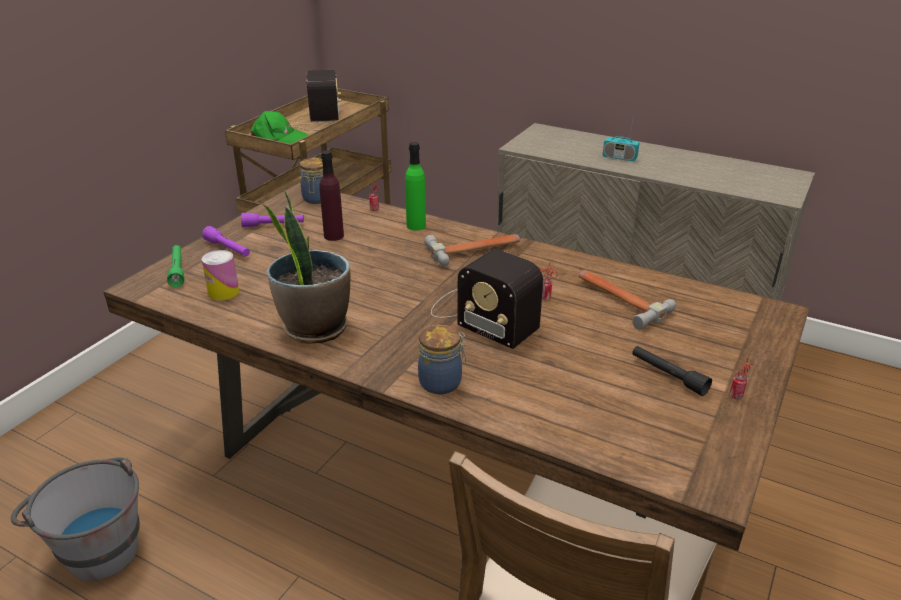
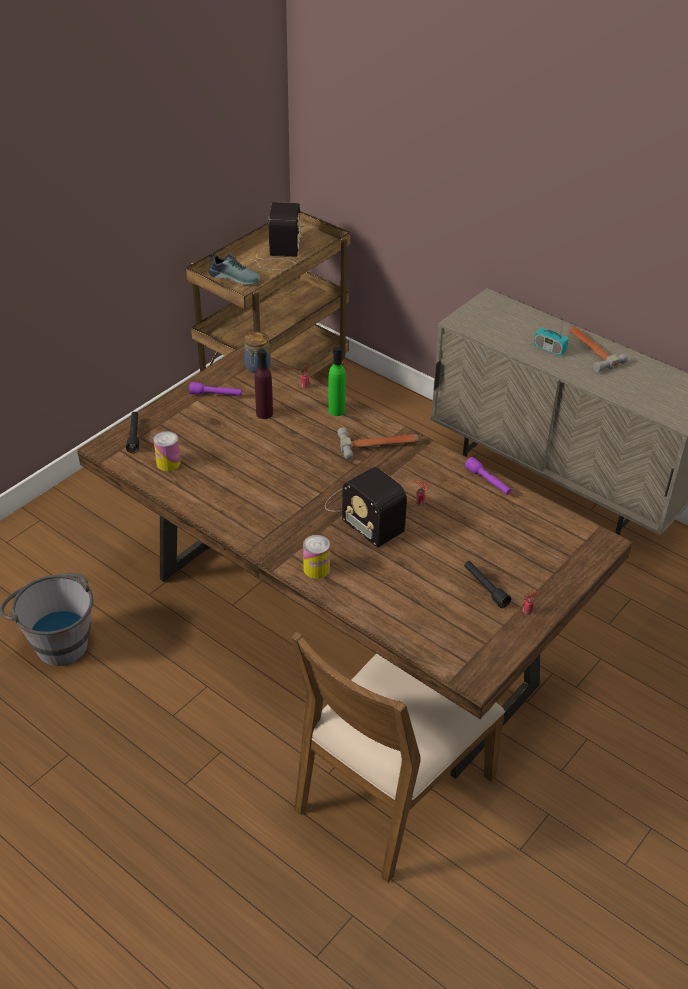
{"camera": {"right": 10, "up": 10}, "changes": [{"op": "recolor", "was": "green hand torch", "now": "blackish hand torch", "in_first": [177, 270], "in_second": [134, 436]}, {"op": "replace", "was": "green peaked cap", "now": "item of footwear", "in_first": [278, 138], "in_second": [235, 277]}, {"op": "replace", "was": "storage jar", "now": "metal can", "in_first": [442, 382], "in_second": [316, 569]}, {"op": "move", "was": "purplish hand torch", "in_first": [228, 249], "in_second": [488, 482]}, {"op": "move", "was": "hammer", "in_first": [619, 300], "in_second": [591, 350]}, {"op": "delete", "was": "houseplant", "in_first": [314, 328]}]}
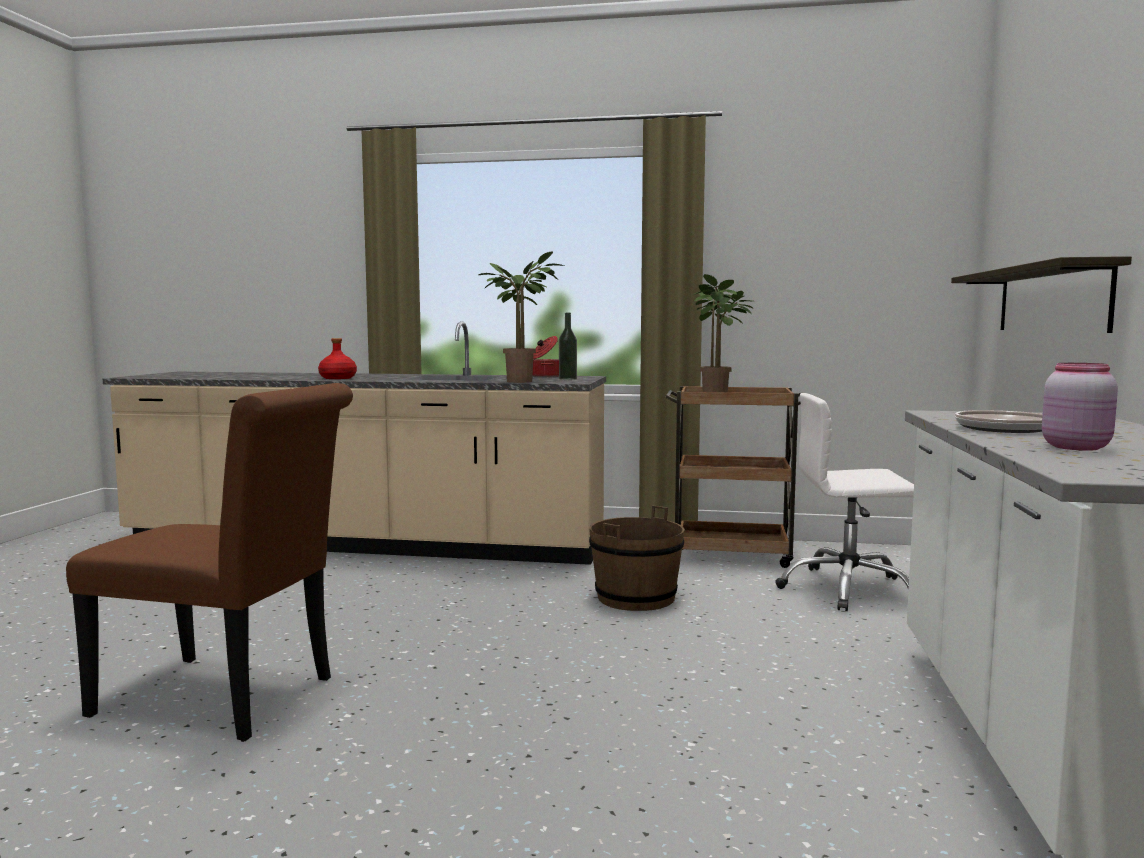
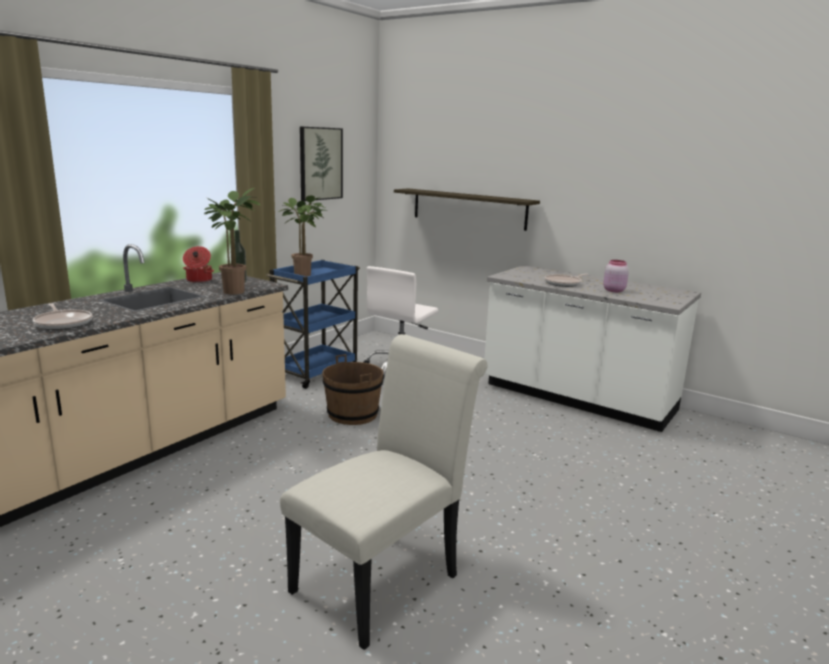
{"camera": {"right": -65, "up": 10}, "changes": [{"op": "replace", "was": "reddish beverage bottle", "now": "frying pan", "in_first": [338, 378], "in_second": [63, 323]}, {"op": "recolor", "was": "brownish wheeled cart", "now": "bluish wheeled cart", "in_first": [732, 555], "in_second": [316, 371]}, {"op": "recolor", "was": "brownish upright chair", "now": "whitish upright chair", "in_first": [228, 699], "in_second": [383, 578]}, {"op": "insert", "now": "wall art", "in_second": [320, 163]}]}
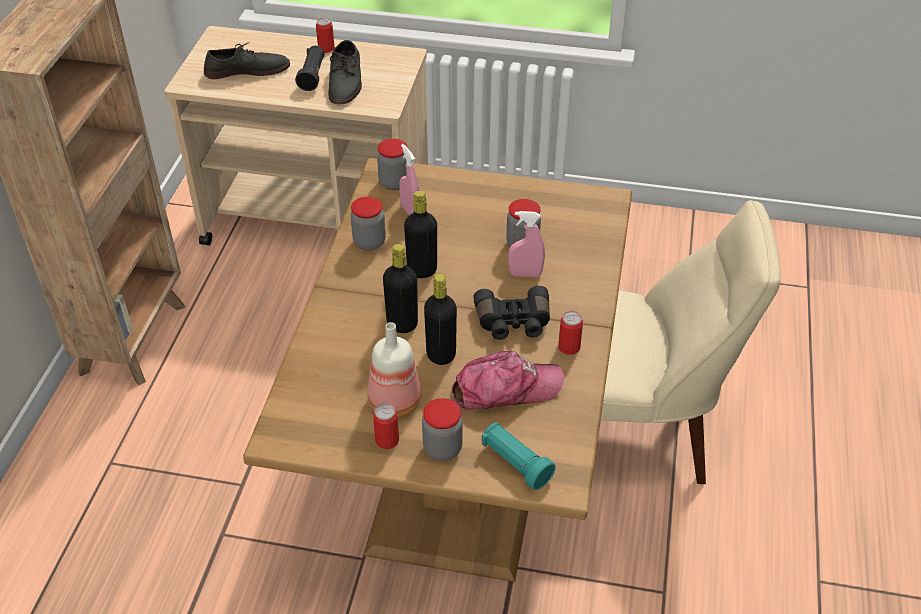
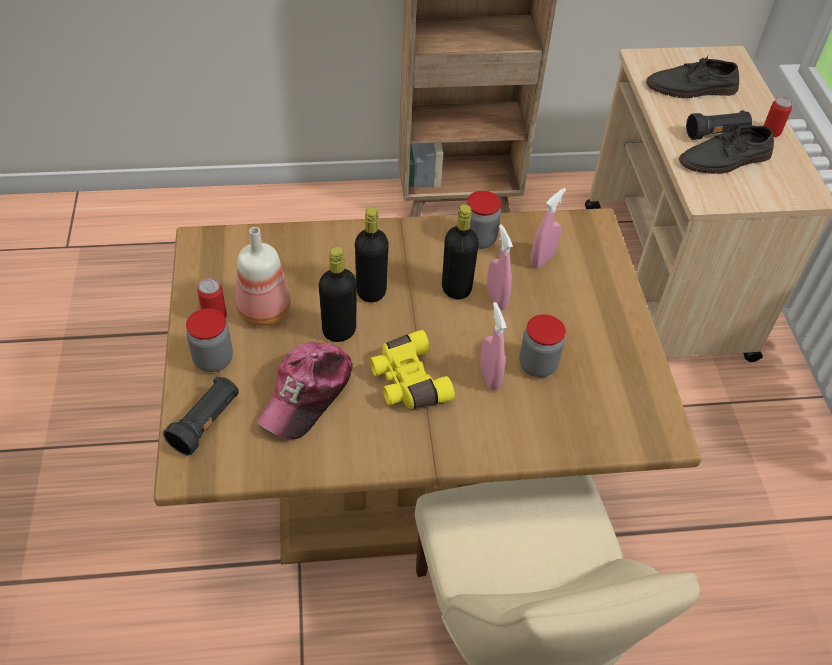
{"camera": {"right": 70, "up": 5}, "changes": [{"op": "recolor", "was": "turquoise-coloured hand torch", "now": "blackish hand torch", "in_first": [515, 463], "in_second": [206, 423]}, {"op": "rotate", "was": "peaked cap", "in_first": [506, 389], "in_second": [307, 394], "clockwise": 60}, {"op": "recolor", "was": "blackish binoculars", "now": "yellow binoculars", "in_first": [513, 323], "in_second": [407, 381]}, {"op": "insert", "now": "pink spray bottle", "in_second": [496, 299]}, {"op": "rotate", "was": "grey item of footwear", "in_first": [247, 70], "in_second": [691, 89], "clockwise": 120}, {"op": "delete", "was": "storage jar", "in_first": [394, 183]}, {"op": "delete", "was": "metal can", "in_first": [569, 347]}]}
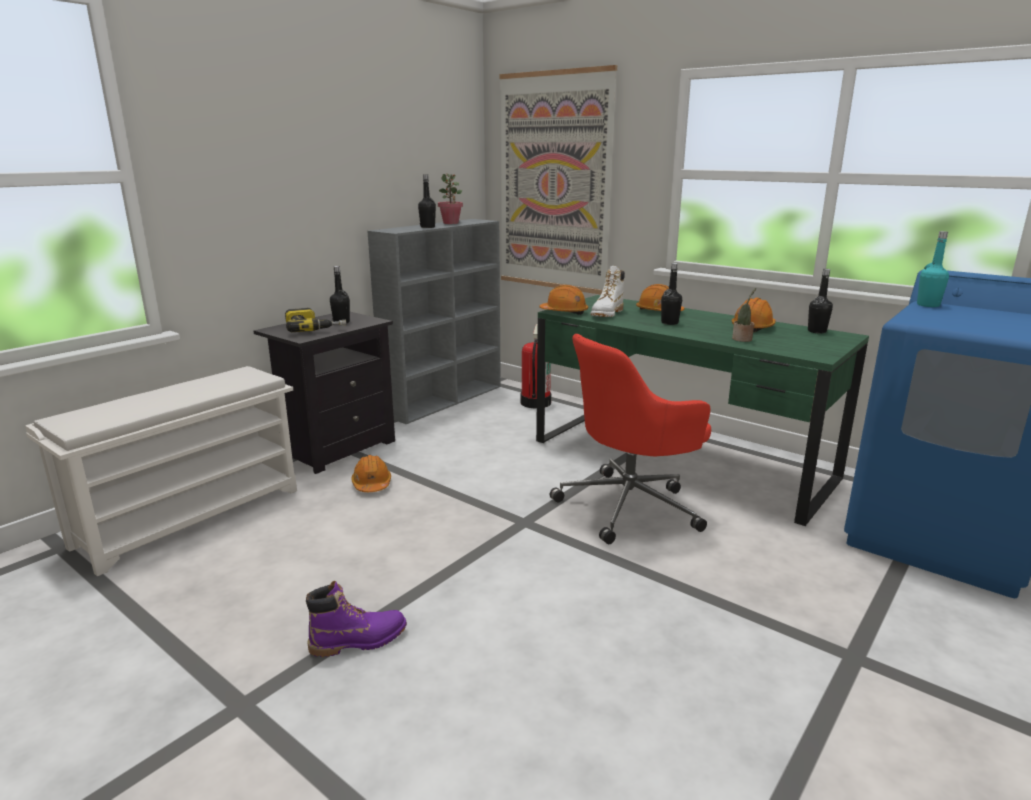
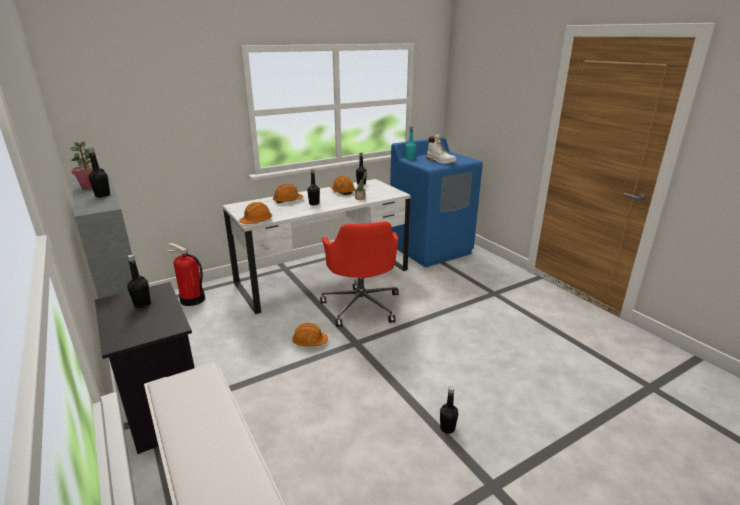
{"camera": {"right": -70, "up": 5}, "changes": [{"op": "recolor", "was": "green desk table", "now": "whitish desk table", "in_first": [679, 459], "in_second": [323, 276]}, {"op": "move", "was": "orange-coloured work helmet", "in_first": [372, 484], "in_second": [309, 341]}, {"op": "move", "was": "whitish high-top boot", "in_first": [607, 314], "in_second": [440, 161]}, {"op": "replace", "was": "purplish high-top boot", "now": "blackish beverage bottle", "in_first": [359, 640], "in_second": [447, 428]}, {"op": "delete", "was": "drill", "in_first": [314, 328]}, {"op": "delete", "was": "wall art", "in_first": [554, 183]}]}
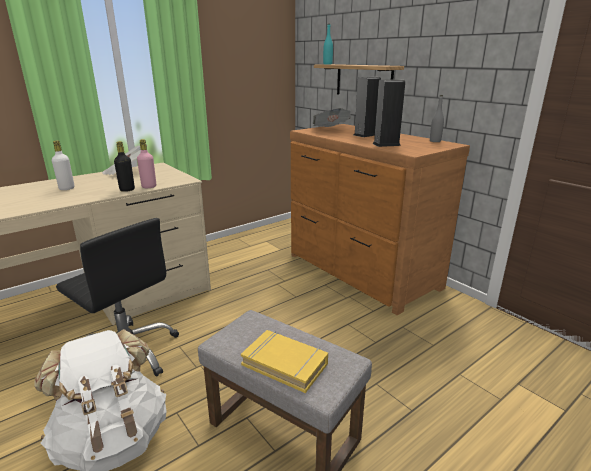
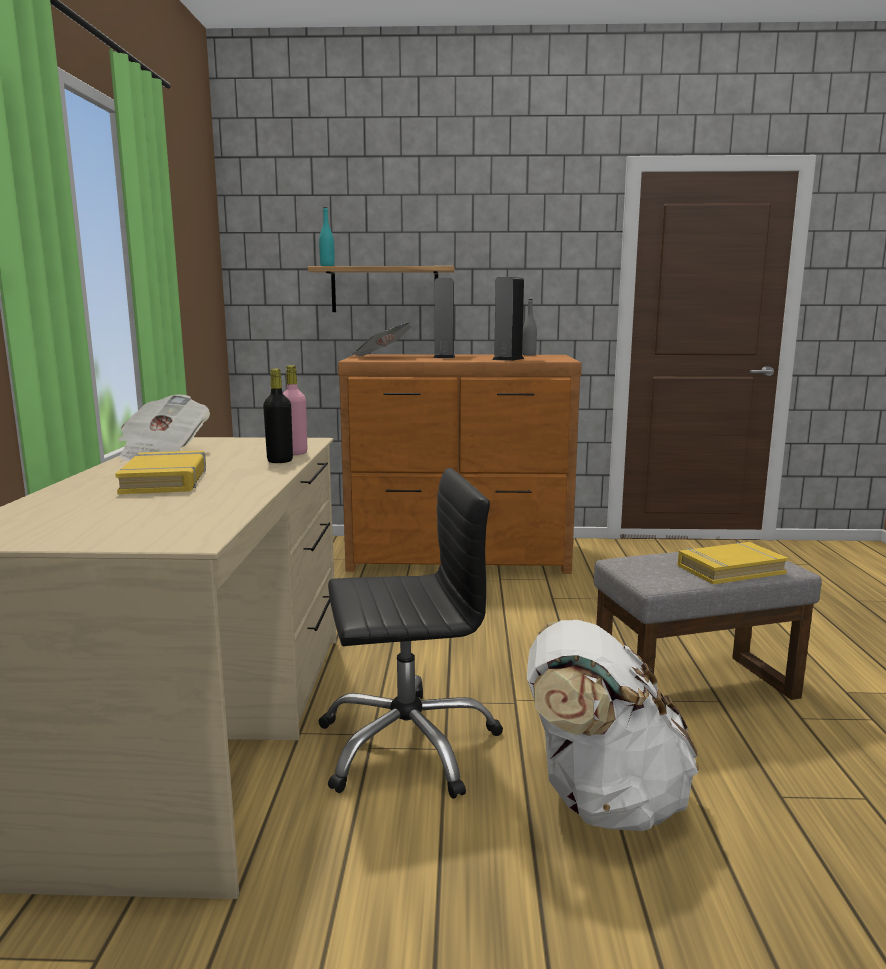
{"camera": {"right": -50, "up": -10}, "changes": [{"op": "replace", "was": "whitish beverage bottle", "now": "yellow bound book", "in_first": [67, 188], "in_second": [165, 481]}]}
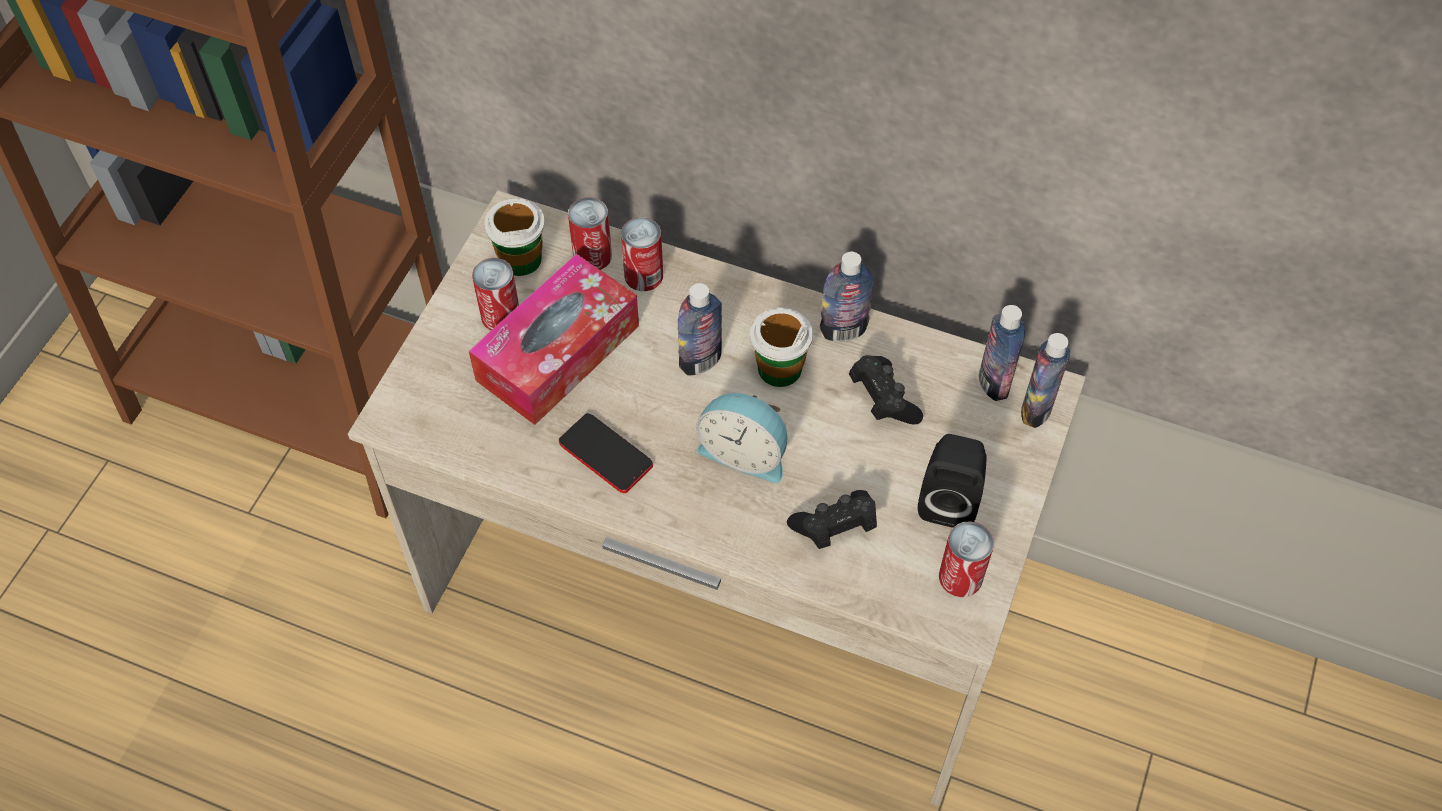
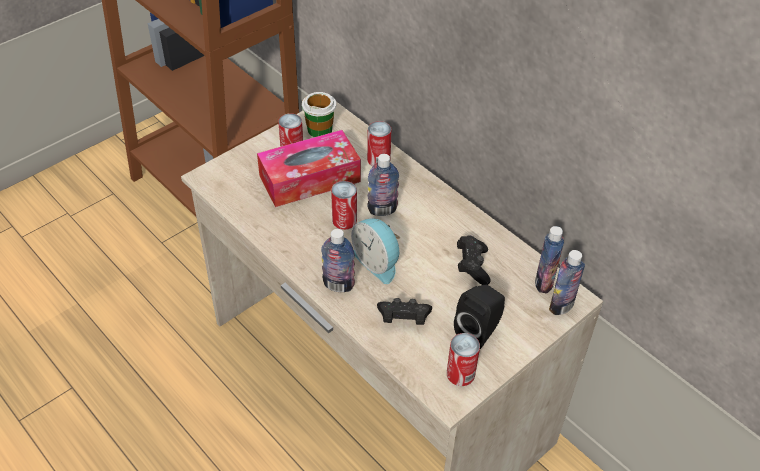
{"camera": {"right": 25, "up": -10}, "changes": [{"op": "move", "was": "beverage bottle", "in_first": [843, 330], "in_second": [338, 285]}, {"op": "move", "was": "metal can", "in_first": [592, 256], "in_second": [344, 220]}, {"op": "delete", "was": "telephone", "in_first": [605, 454]}, {"op": "delete", "was": "small cup", "in_first": [779, 368]}]}
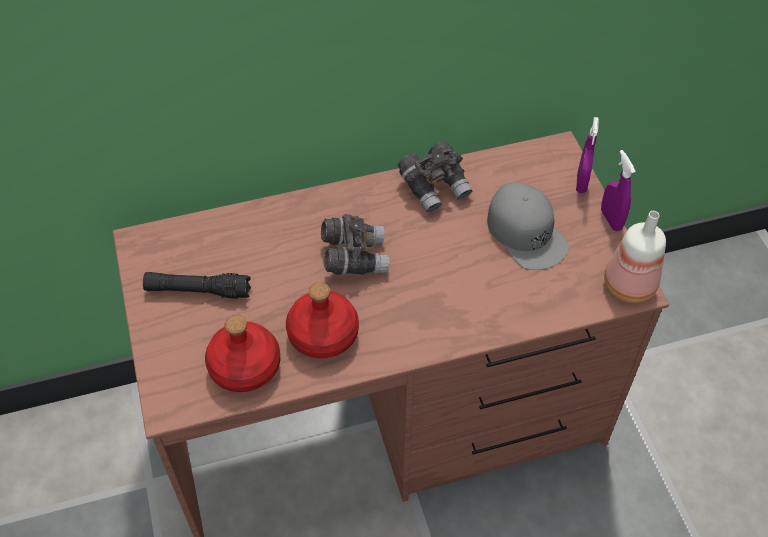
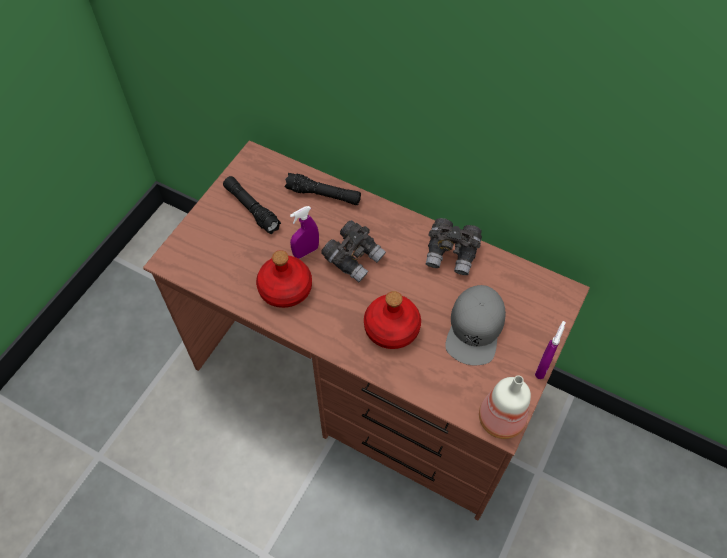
{"camera": {"right": 45, "up": 5}, "changes": [{"op": "insert", "now": "blackish hand torch", "in_second": [323, 195]}, {"op": "move", "was": "purplish spray bottle", "in_first": [581, 183], "in_second": [306, 251]}, {"op": "move", "was": "reddish beverage bottle", "in_first": [245, 366], "in_second": [392, 328]}]}
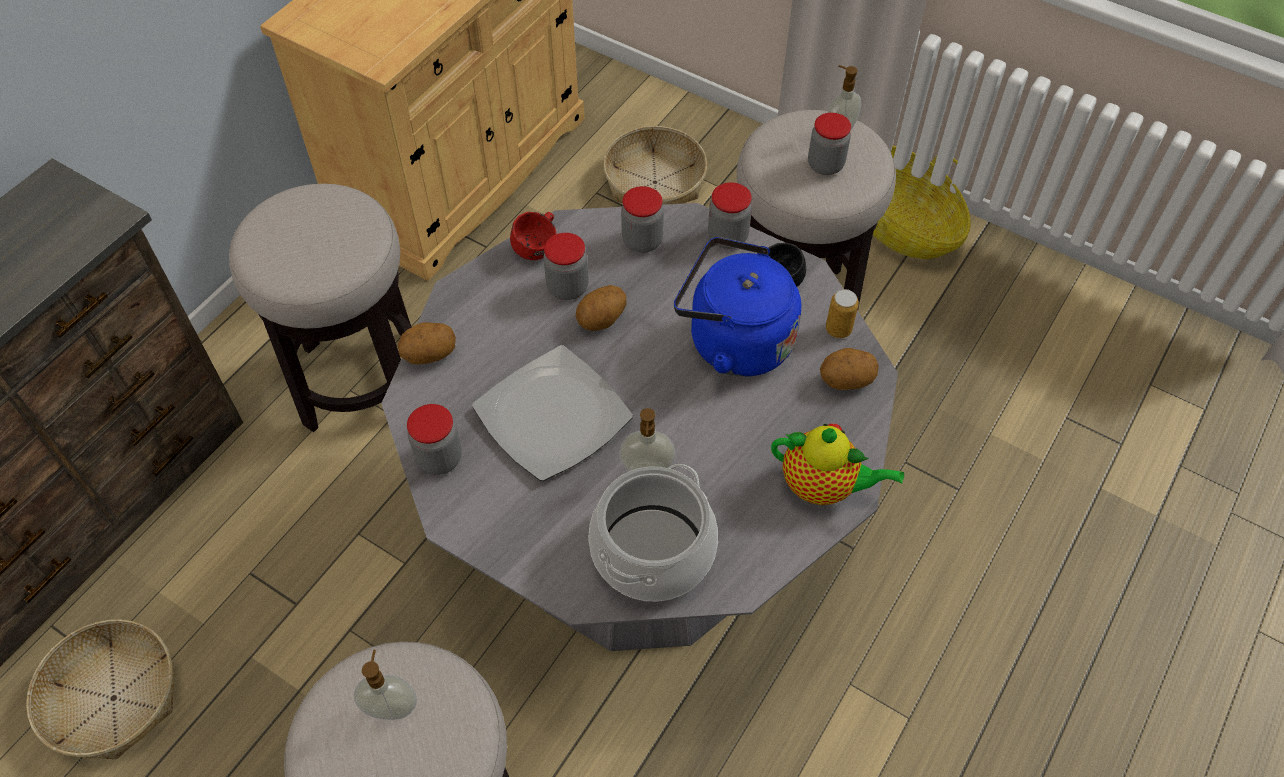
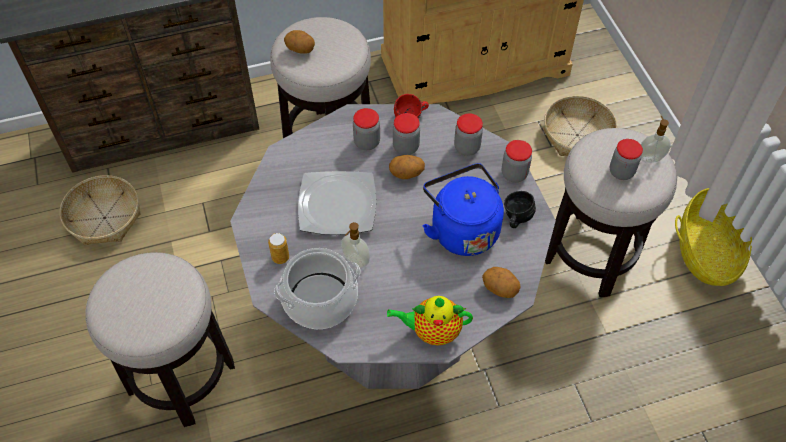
{"camera": {"right": 40, "up": 0}, "changes": [{"op": "move", "was": "metal can", "in_first": [838, 329], "in_second": [280, 257]}, {"op": "move", "was": "potato", "in_first": [430, 355], "in_second": [300, 49]}, {"op": "move", "was": "storage jar", "in_first": [439, 458], "in_second": [367, 142]}, {"op": "rotate", "was": "teapot", "in_first": [823, 486], "in_second": [432, 331], "clockwise": 120}, {"op": "delete", "was": "soap dispenser", "in_first": [391, 707]}]}
